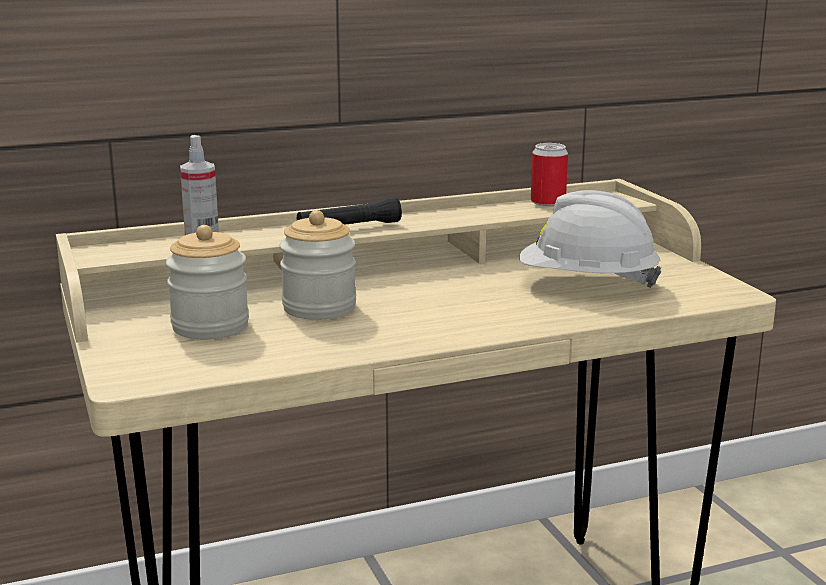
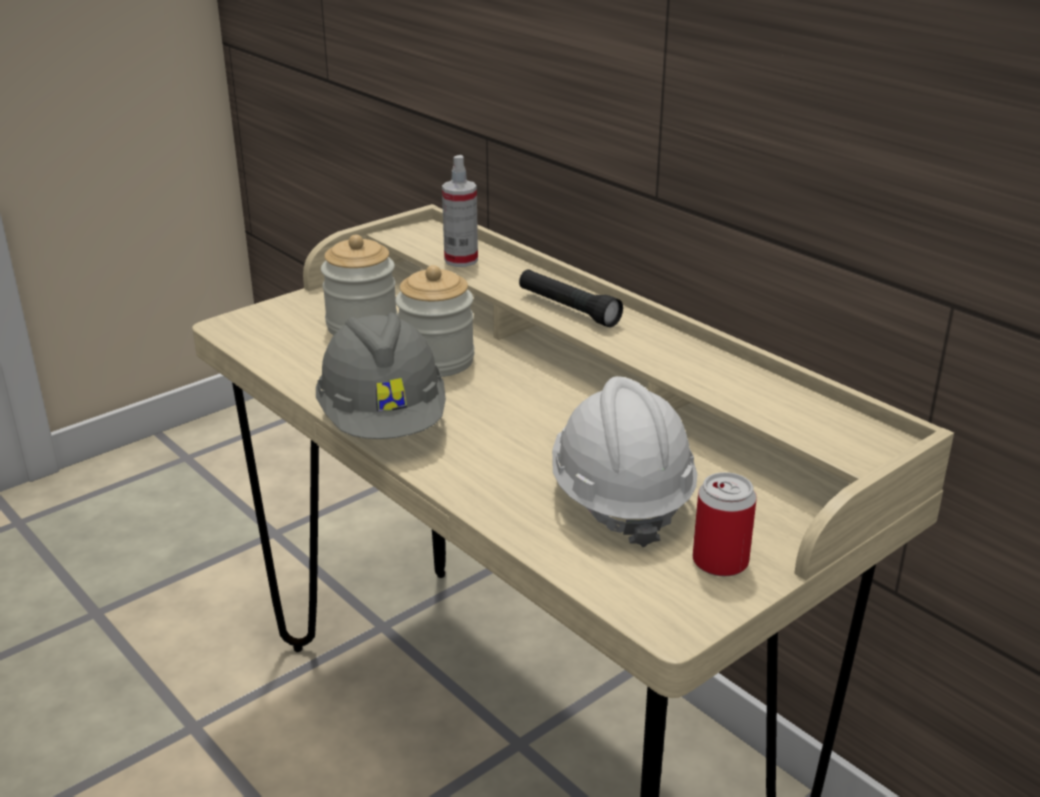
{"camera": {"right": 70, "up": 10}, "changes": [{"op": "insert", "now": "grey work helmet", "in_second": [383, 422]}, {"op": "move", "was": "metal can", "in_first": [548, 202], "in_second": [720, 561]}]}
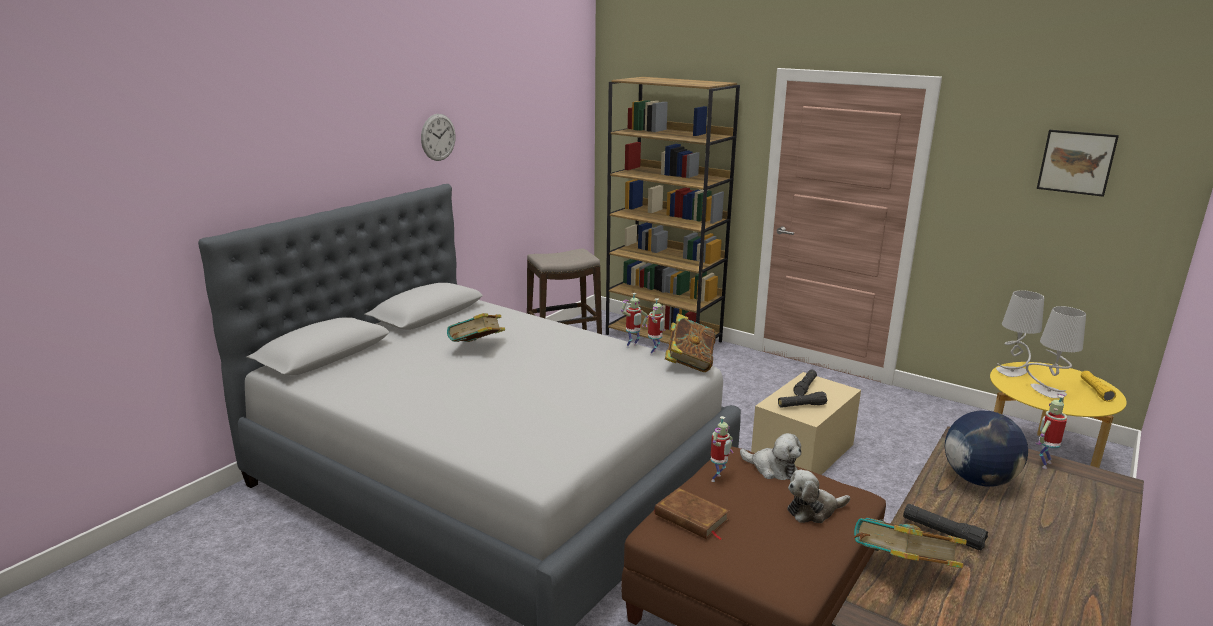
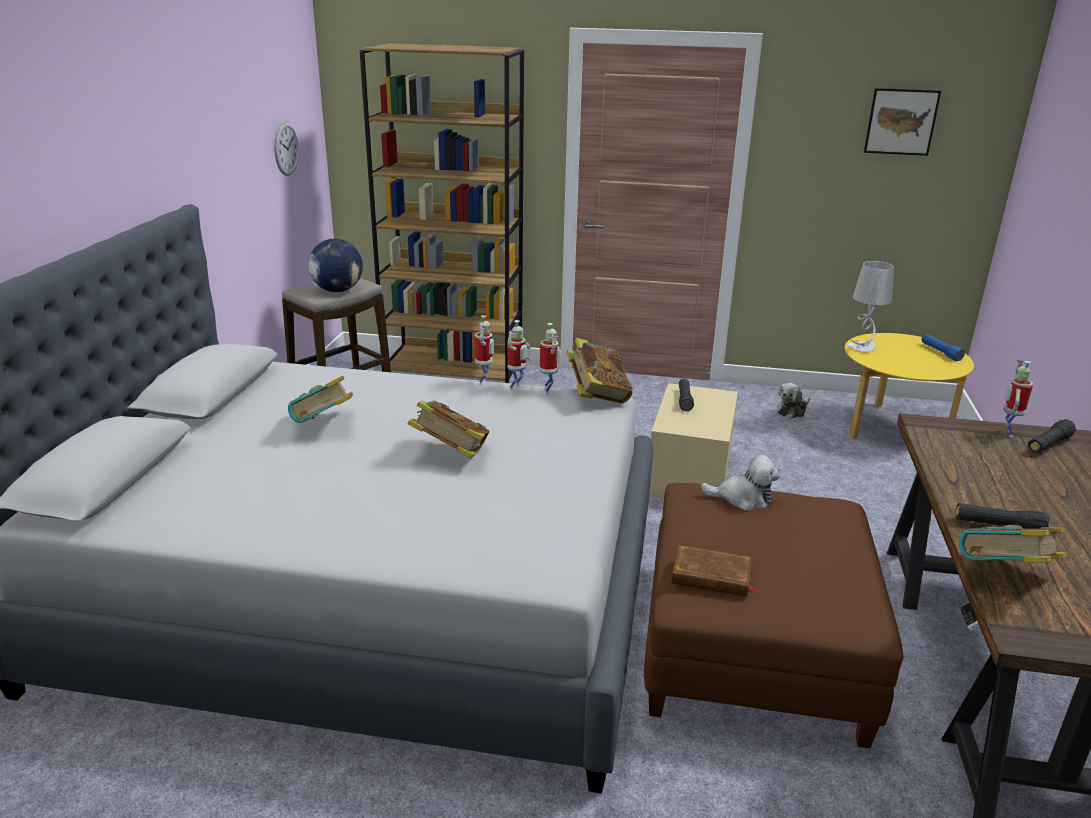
{"camera": {"right": -25, "up": 5}, "changes": [{"op": "move", "was": "wall clock", "in_first": [438, 137], "in_second": [286, 148]}, {"op": "move", "was": "globe", "in_first": [978, 480], "in_second": [338, 290]}, {"op": "insert", "now": "bound book", "in_second": [450, 455]}, {"op": "move", "was": "robot figure", "in_first": [718, 479], "in_second": [484, 382]}, {"op": "move", "was": "plush toy", "in_first": [813, 510], "in_second": [792, 411]}, {"op": "recolor", "was": "yellow hand torch", "now": "bluish hand torch", "in_first": [1095, 391], "in_second": [940, 352]}, {"op": "move", "was": "blackish hand torch", "in_first": [801, 406], "in_second": [1048, 445]}, {"op": "delete", "was": "grey tabletop lamp", "in_first": [1047, 392]}]}
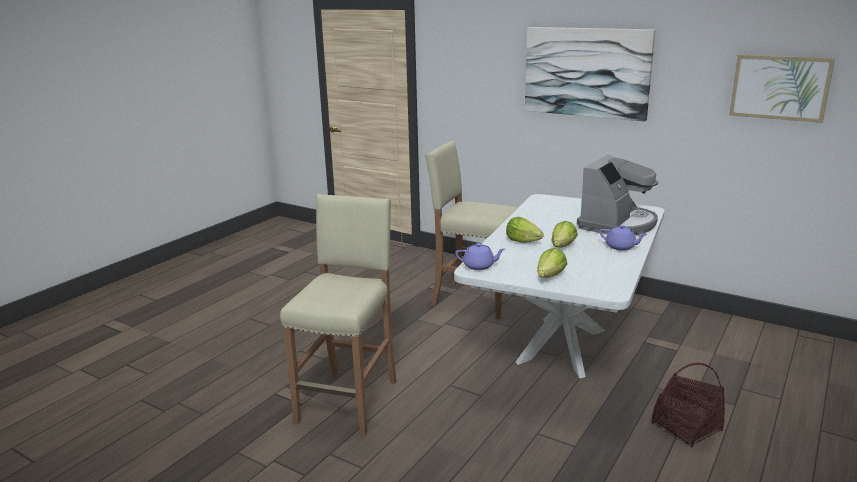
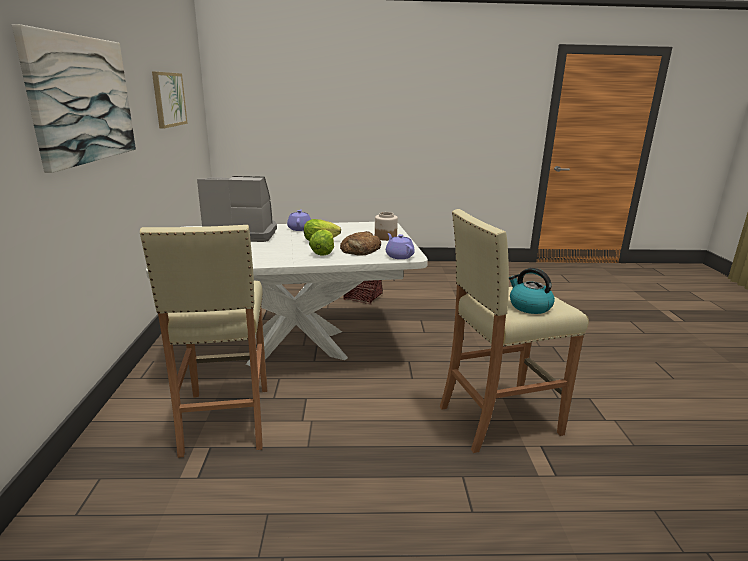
{"camera": {"right": -125, "up": 0}, "changes": [{"op": "insert", "now": "bakery bread", "in_second": [360, 249]}, {"op": "replace", "was": "lettuce", "now": "storage jar", "in_first": [550, 276], "in_second": [385, 237]}, {"op": "insert", "now": "kettle", "in_second": [529, 306]}]}
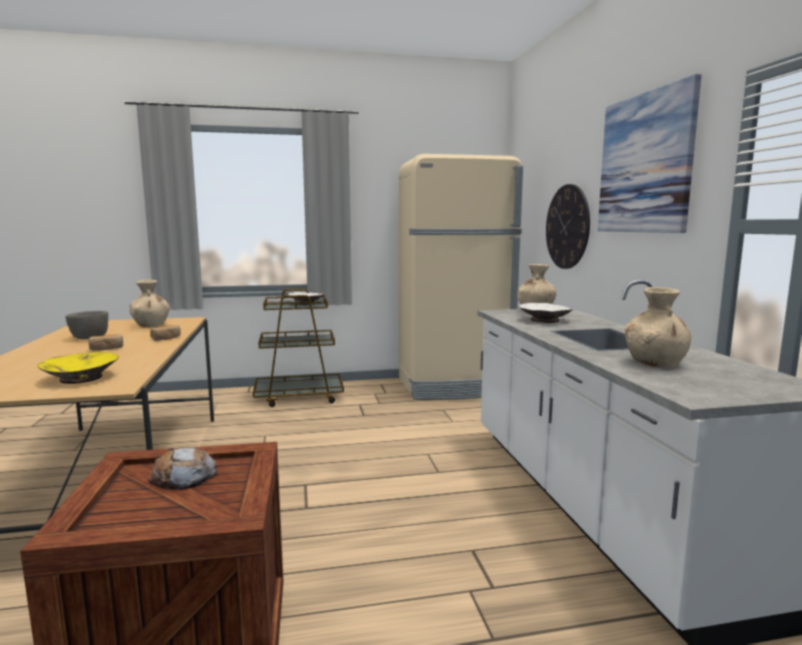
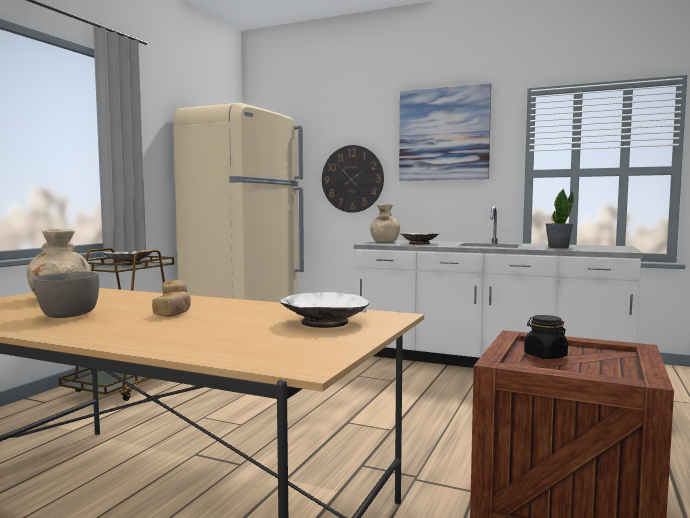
{"camera": {"right": -55, "up": -5}, "changes": [{"op": "recolor", "was": "yellow bowl", "now": "whitish bowl", "in_first": [80, 378], "in_second": [324, 322]}, {"op": "replace", "was": "bakery bread", "now": "blackish storage jar", "in_first": [184, 477], "in_second": [545, 355]}, {"op": "replace", "was": "beige-coloured decorative vase", "now": "houseplant", "in_first": [655, 363], "in_second": [558, 247]}]}
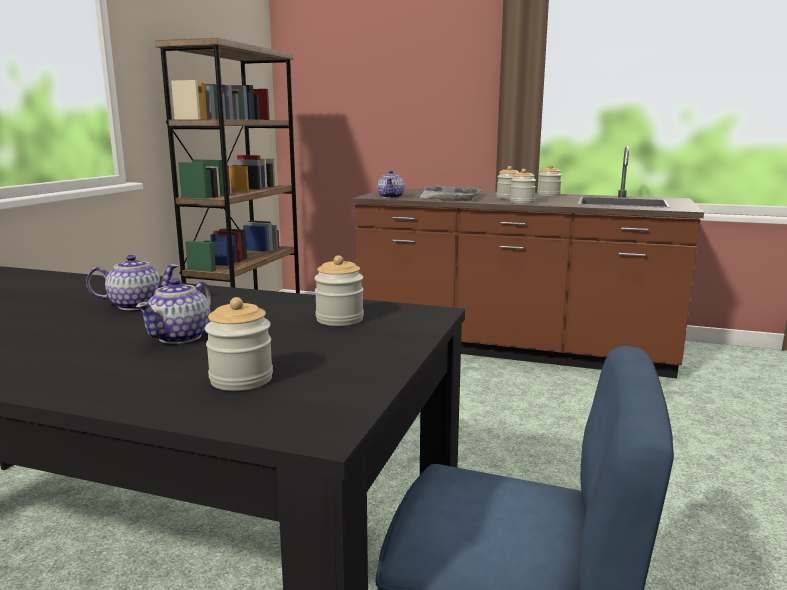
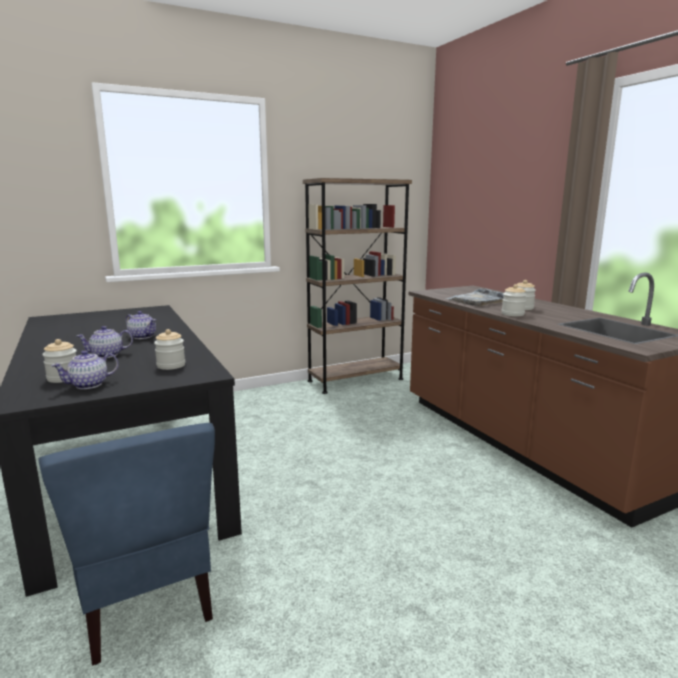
{"camera": {"right": 45, "up": 0}, "changes": [{"op": "move", "was": "teapot", "in_first": [391, 197], "in_second": [89, 385]}, {"op": "delete", "was": "storage jar", "in_first": [548, 195]}]}
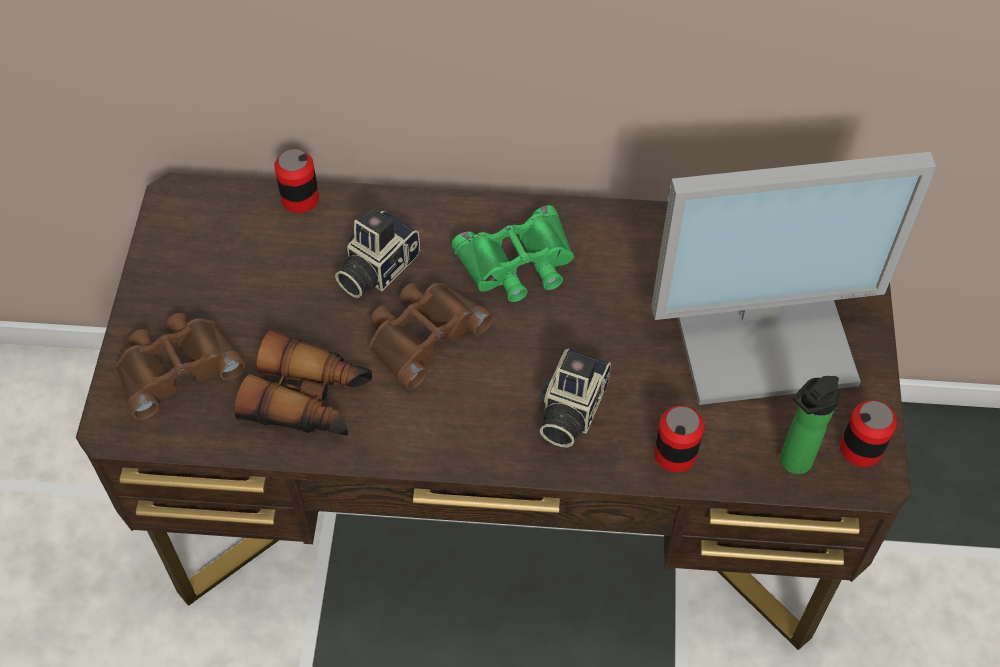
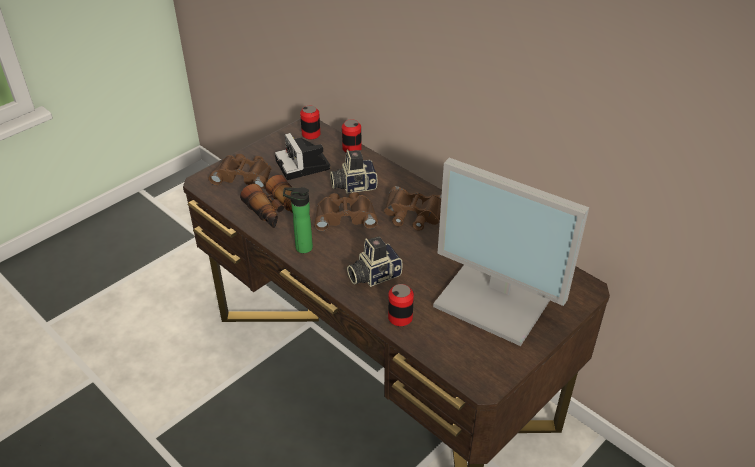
{"camera": {"right": 40, "up": -15}, "changes": [{"op": "insert", "now": "photo camera", "in_second": [304, 165]}, {"op": "move", "was": "beverage bottle", "in_first": [792, 463], "in_second": [301, 247]}, {"op": "move", "was": "metal can", "in_first": [860, 449], "in_second": [311, 134]}, {"op": "recolor", "was": "green binoculars", "now": "brownish binoculars", "in_first": [518, 263], "in_second": [414, 214]}]}
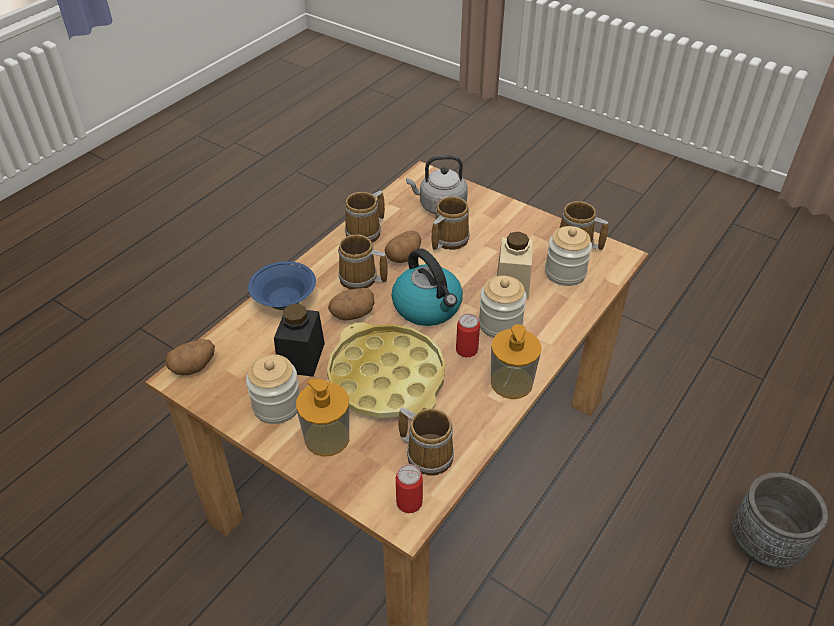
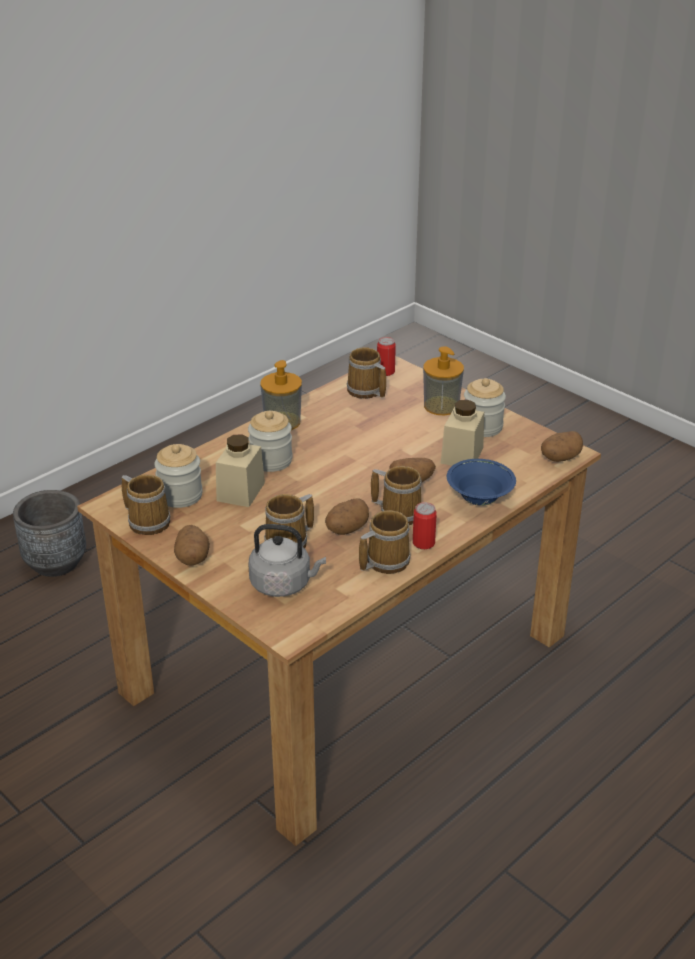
{"camera": {"right": -170, "up": -10}, "changes": [{"op": "insert", "now": "potato", "in_second": [192, 557]}, {"op": "move", "was": "metal can", "in_first": [466, 350], "in_second": [423, 543]}, {"op": "recolor", "was": "blackish storage jar", "now": "beige-coloured storage jar", "in_first": [301, 357], "in_second": [462, 455]}, {"op": "delete", "was": "yellow tray", "in_first": [386, 378]}, {"op": "delete", "was": "kettle", "in_first": [428, 307]}]}
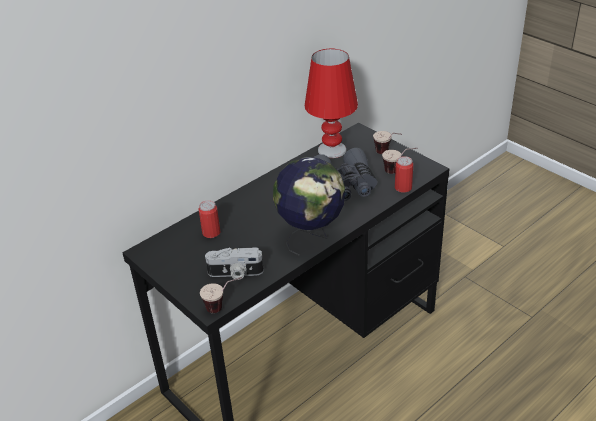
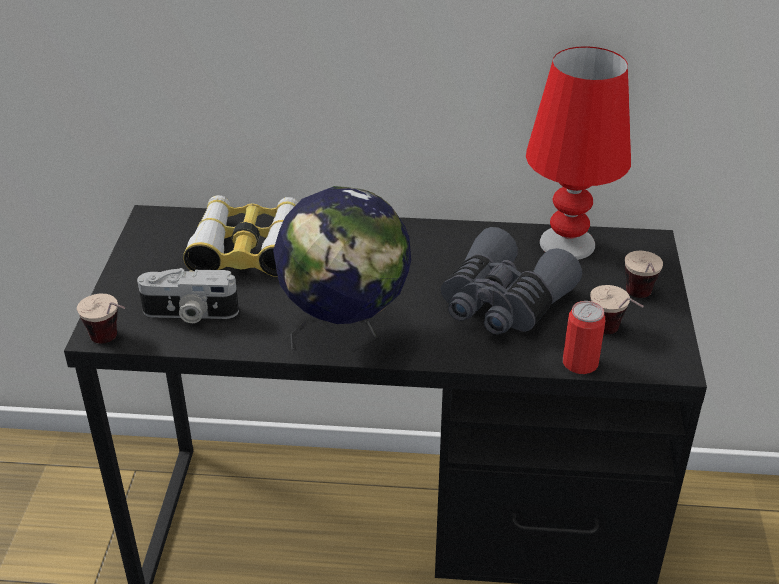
{"camera": {"right": 45, "up": 0}, "changes": [{"op": "rotate", "was": "photo camera", "in_first": [235, 273], "in_second": [190, 314], "clockwise": -45}, {"op": "replace", "was": "metal can", "now": "binoculars", "in_first": [211, 232], "in_second": [248, 247]}]}
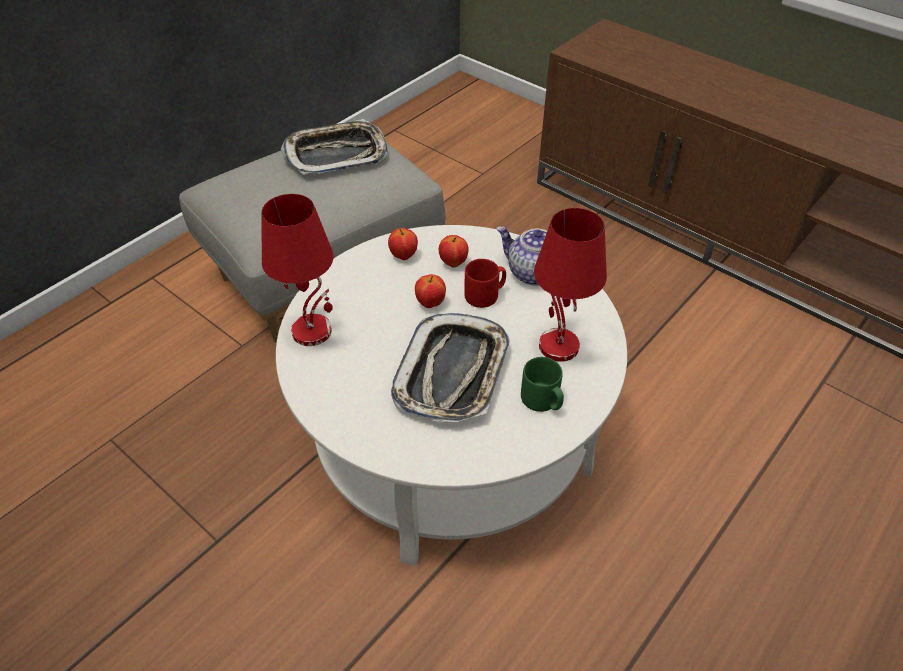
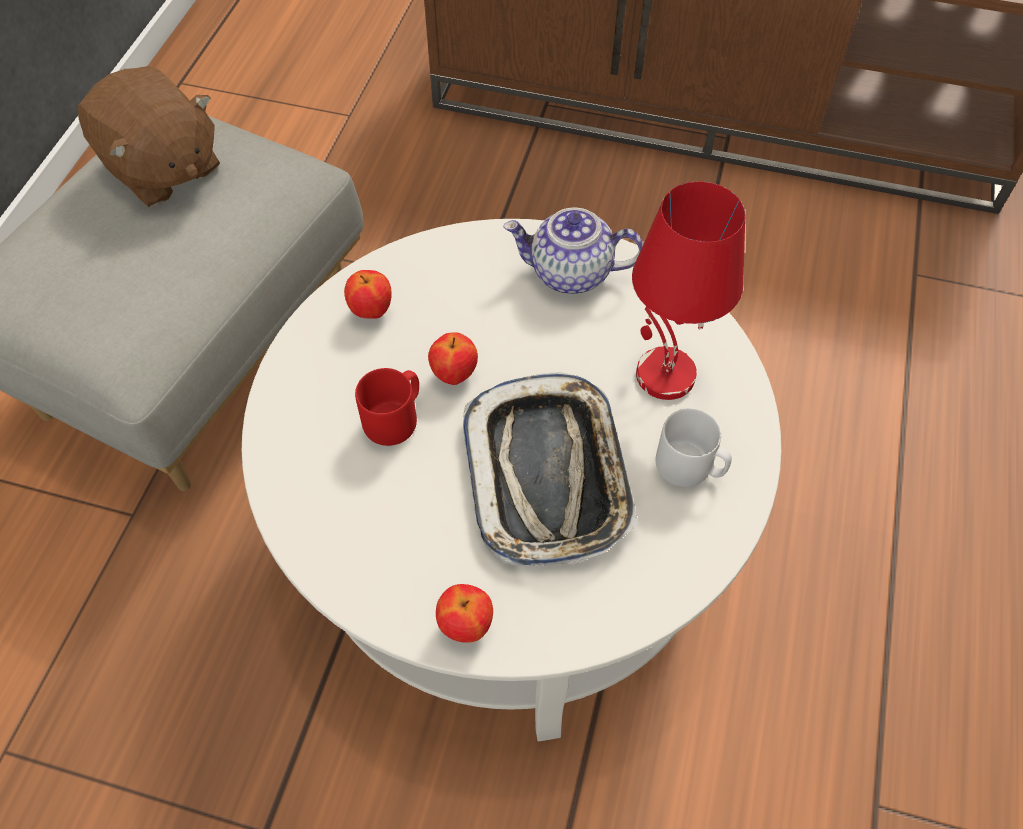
{"camera": {"right": -25, "up": 10}, "changes": [{"op": "replace", "was": "tray", "now": "brownish plush toy", "in_first": [336, 154], "in_second": [162, 169]}, {"op": "move", "was": "reddish mug", "in_first": [485, 295], "in_second": [395, 418]}, {"op": "move", "was": "apple", "in_first": [453, 263], "in_second": [465, 625]}, {"op": "recolor", "was": "green mug", "now": "grey mug", "in_first": [542, 401], "in_second": [690, 467]}, {"op": "delete", "was": "reddish tabletop lamp", "in_first": [313, 330]}]}
